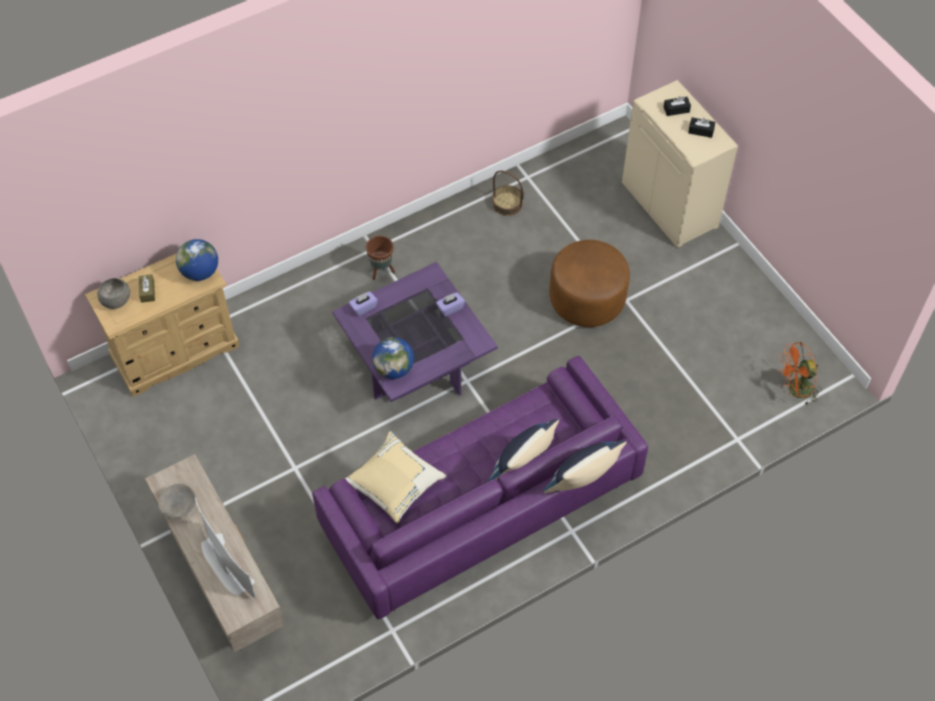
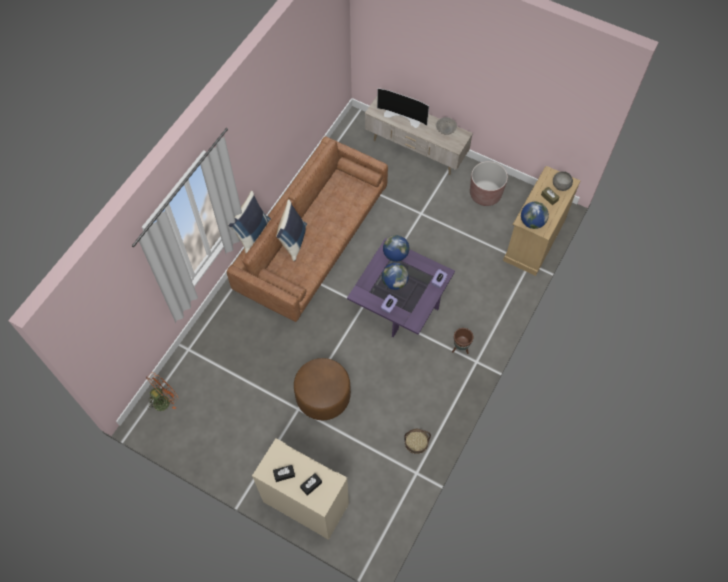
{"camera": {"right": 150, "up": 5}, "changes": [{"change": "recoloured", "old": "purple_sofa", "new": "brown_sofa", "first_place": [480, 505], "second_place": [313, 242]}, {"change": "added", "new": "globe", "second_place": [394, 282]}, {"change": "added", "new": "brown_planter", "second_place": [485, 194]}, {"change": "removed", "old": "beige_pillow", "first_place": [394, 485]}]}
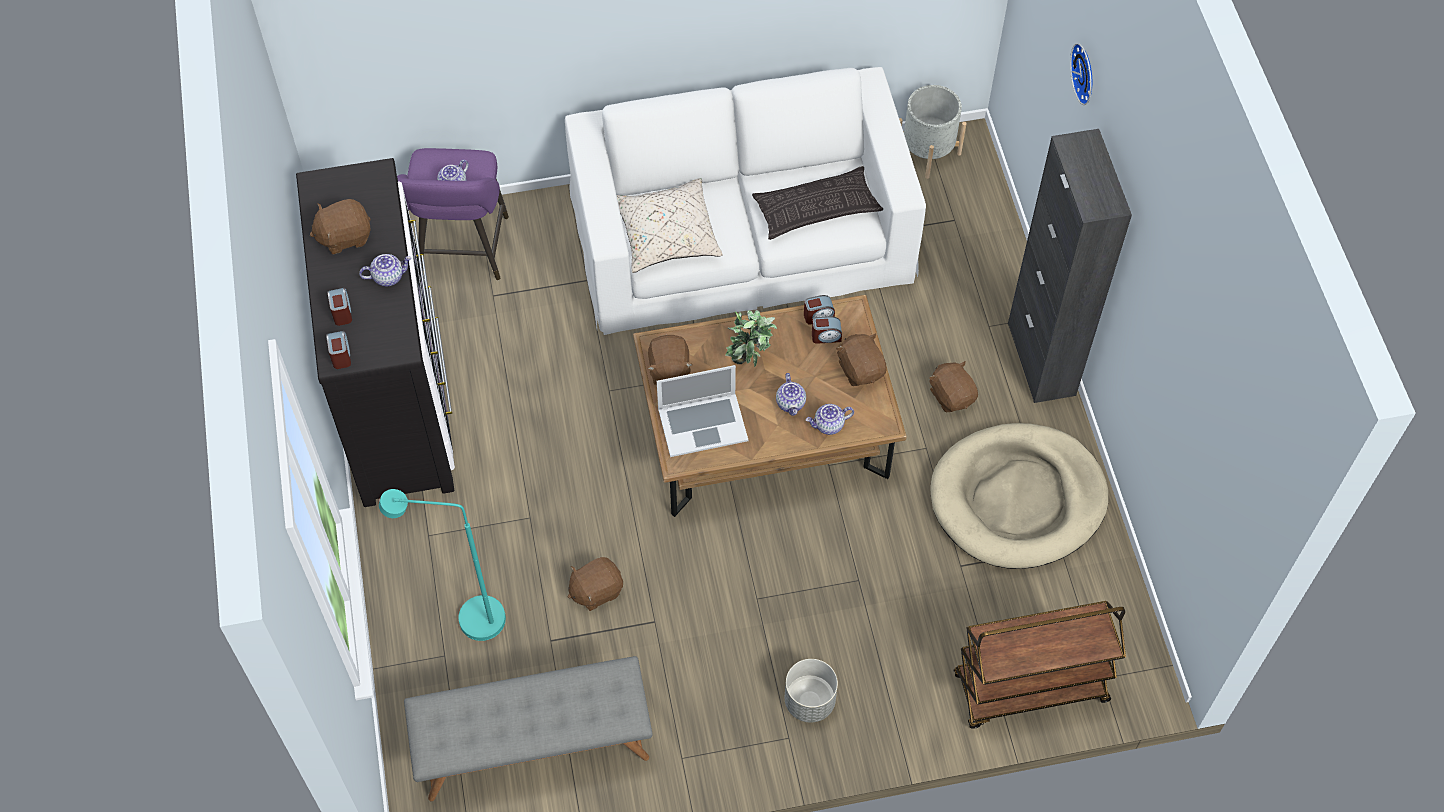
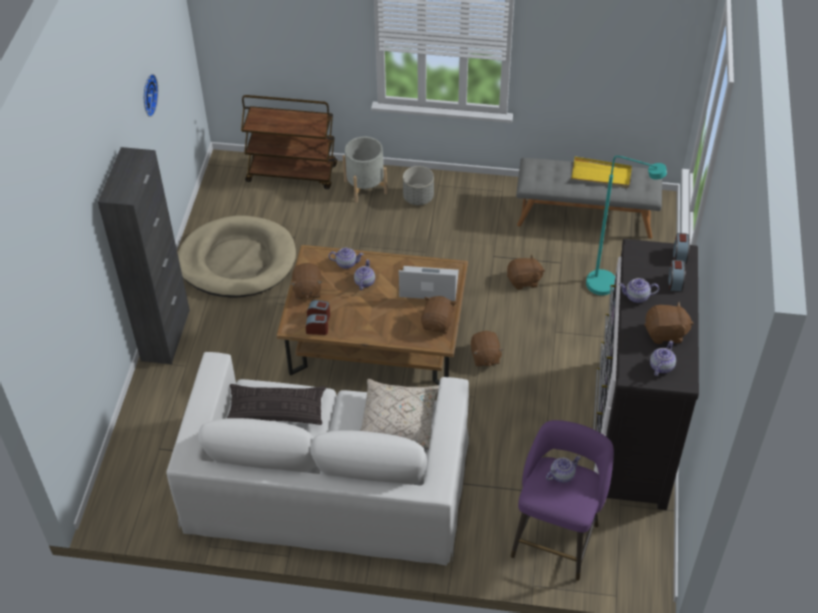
{"camera": {"right": -160, "up": -10}, "changes": [{"change": "moved", "old": "wall_clock", "first_place": [1086, 73], "second_place": [147, 95]}, {"change": "moved", "old": "grey_planter", "first_place": [927, 152], "second_place": [365, 187]}, {"change": "moved", "old": "brown_plush_toy", "first_place": [952, 395], "second_place": [485, 357]}, {"change": "added", "new": "yellow_tray", "second_place": [601, 175]}, {"change": "added", "new": "teapot", "second_place": [661, 366]}, {"change": "removed", "old": "potted_plant", "first_place": [749, 361]}]}
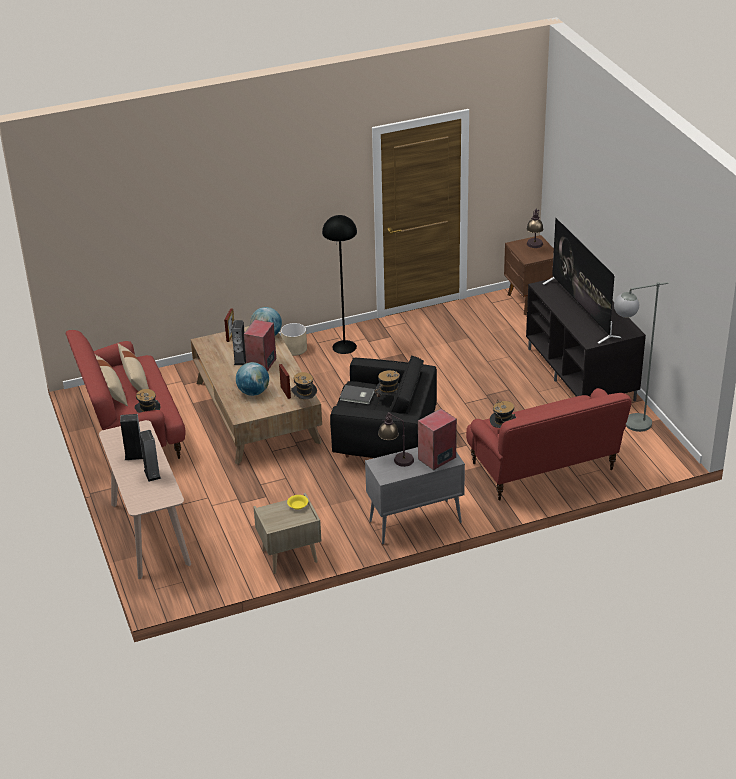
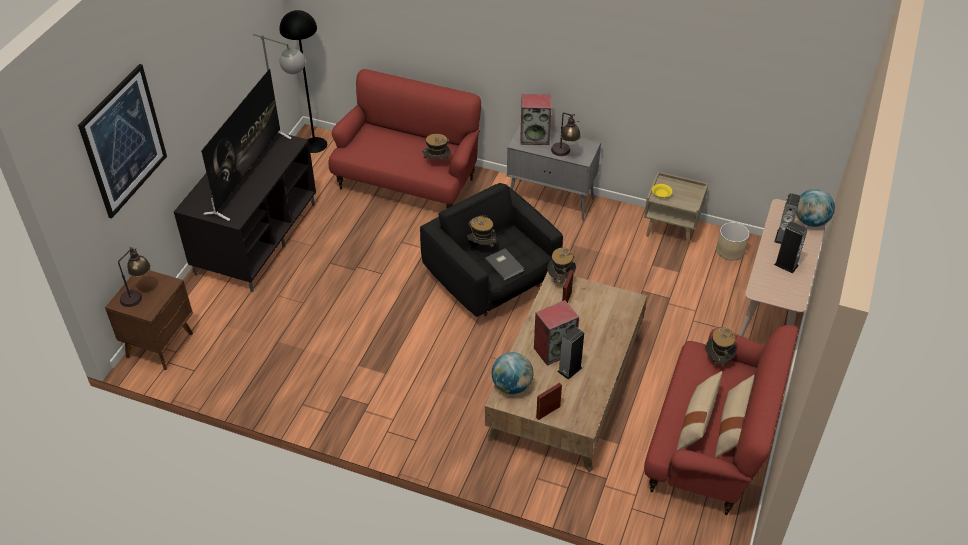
{"camera": {"right": -140, "up": 10}, "changes": [{"change": "added", "new": "picture", "second_place": [123, 141]}, {"change": "moved", "old": "black_floor_lamp", "first_place": [344, 347], "second_place": [314, 144]}, {"change": "moved", "old": "beige_planter", "first_place": [294, 349], "second_place": [730, 250]}, {"change": "moved", "old": "globe", "first_place": [253, 392], "second_place": [810, 221]}]}
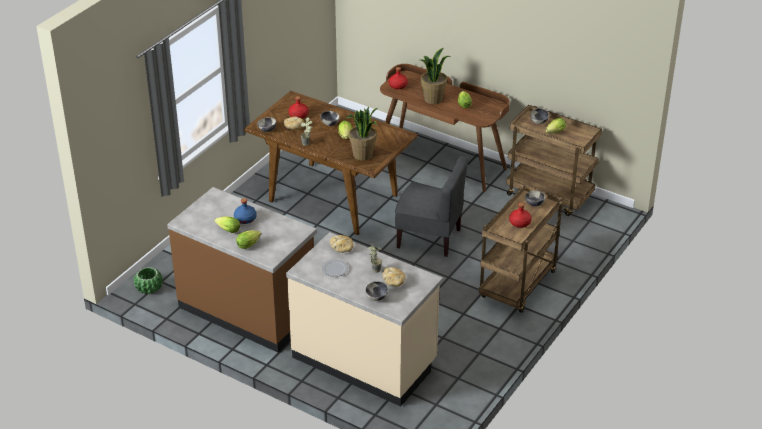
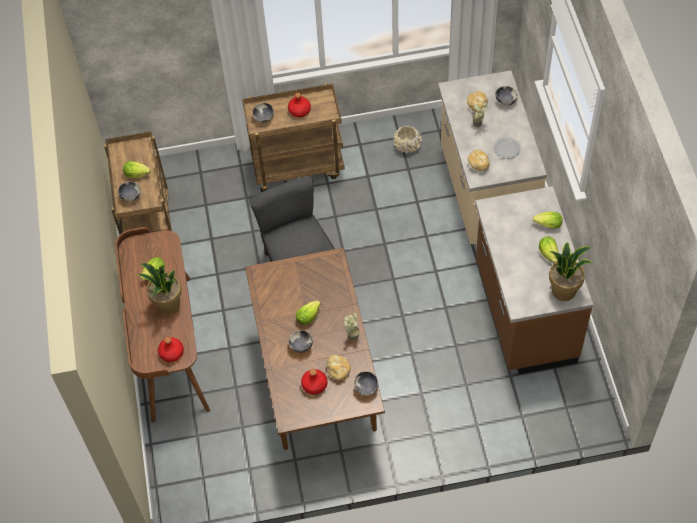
{"camera": {"right": -130, "up": 20}, "changes": [{"change": "added", "new": "beige_planter", "second_place": [407, 146]}, {"change": "moved", "old": "potted_plant", "first_place": [363, 155], "second_place": [564, 290]}, {"change": "removed", "old": "green_planter", "first_place": [149, 288]}, {"change": "removed", "old": "blue_bottle", "first_place": [245, 219]}]}
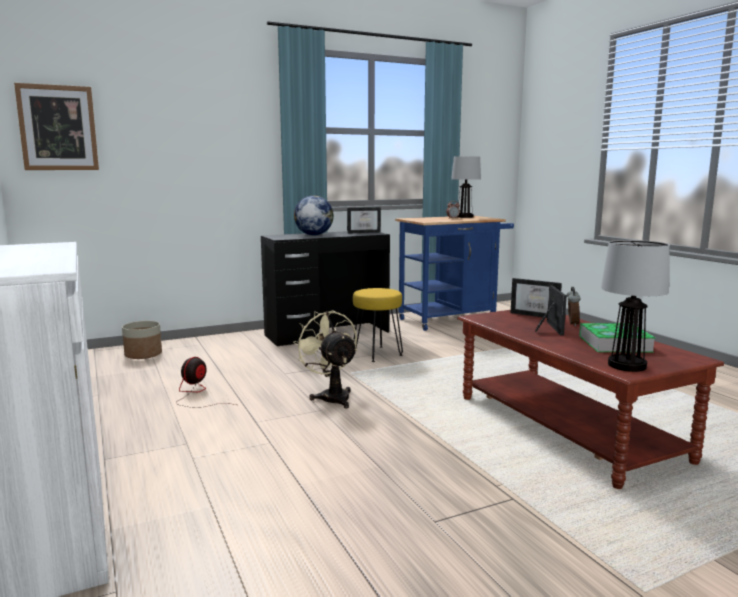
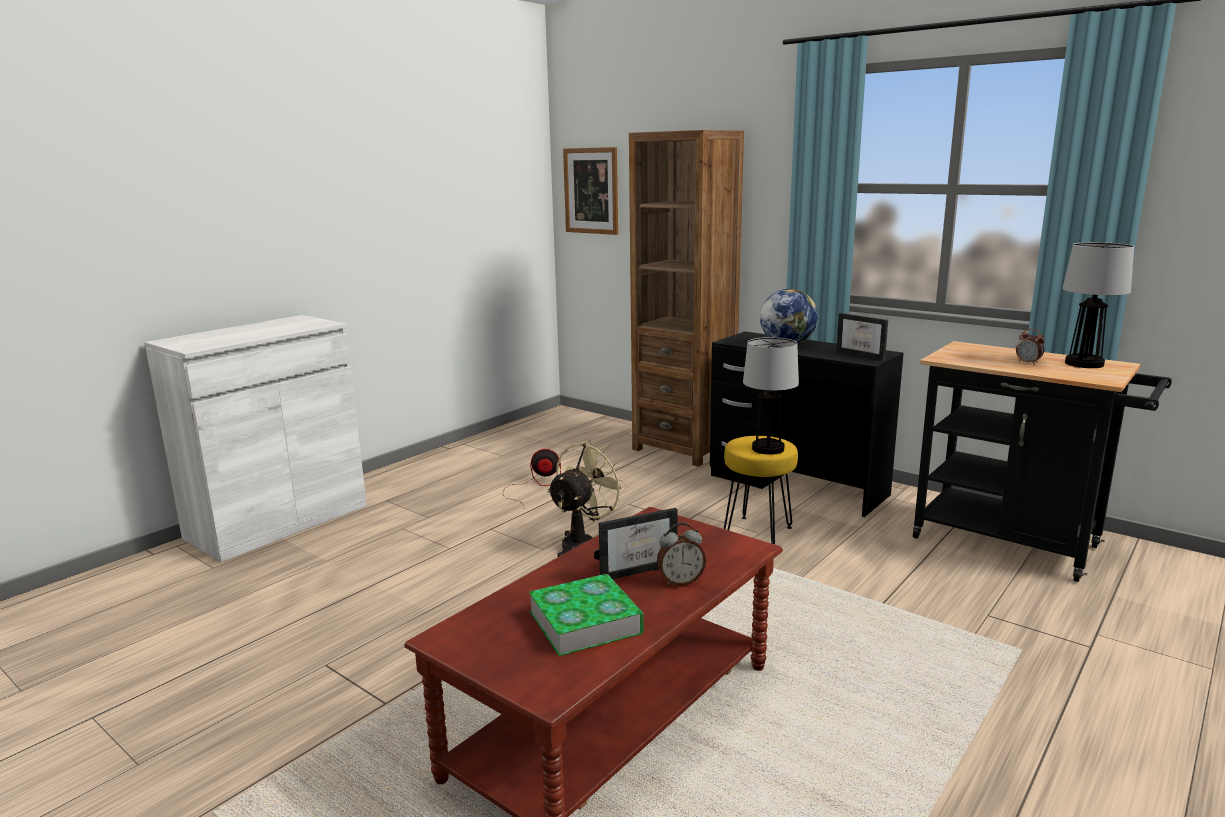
{"camera": {"right": 65, "up": 5}, "changes": [{"change": "added", "new": "brown_bookcase", "second_place": [684, 448]}, {"change": "moved", "old": "table_lamp", "first_place": [626, 365], "second_place": [767, 448]}, {"change": "recoloured", "old": "blue_cart", "new": "black_cart", "first_place": [452, 319], "second_place": [1017, 545]}, {"change": "removed", "old": "planter", "first_place": [143, 354]}, {"change": "removed", "old": "picture_frame", "first_place": [536, 315]}]}
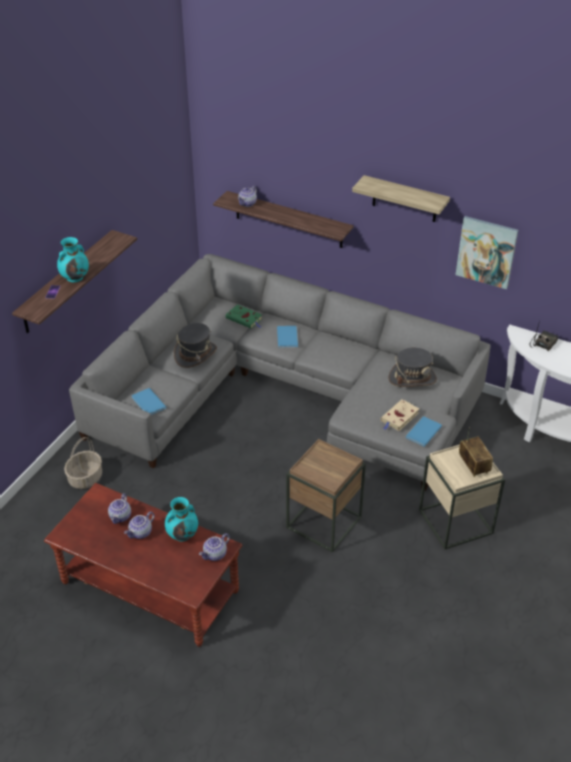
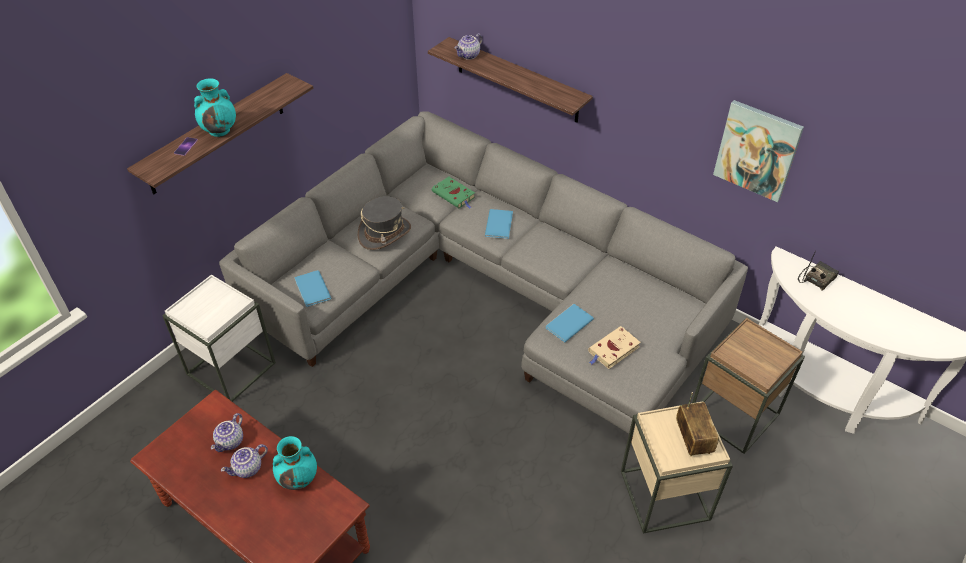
{"camera": {"right": 10, "up": 5}, "changes": [{"change": "replaced", "old": "basket", "new": "white_side_table", "first_place": [85, 478], "second_place": [231, 368]}, {"change": "moved", "old": "blue_book", "first_place": [422, 432], "second_place": [567, 323]}, {"change": "moved", "old": "brown_side_table", "first_place": [324, 522], "second_place": [734, 414]}, {"change": "removed", "old": "teapot", "first_place": [215, 555]}, {"change": "removed", "old": "shelf", "first_place": [405, 199]}, {"change": "removed", "old": "grey_hat", "first_place": [412, 378]}]}
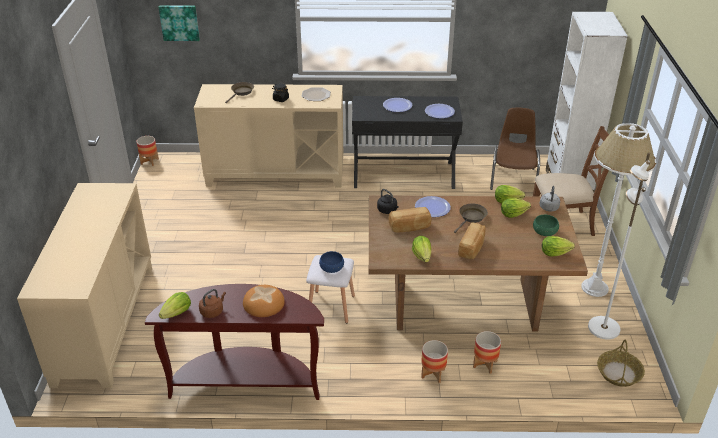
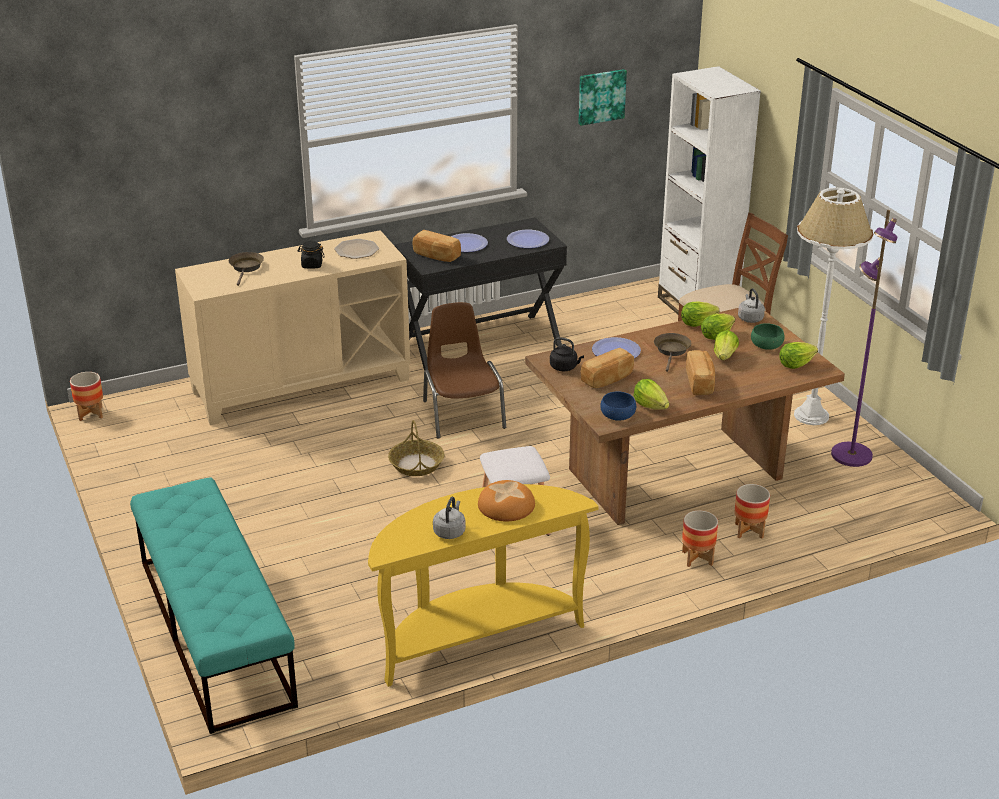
{"camera": {"right": -25, "up": -5}, "changes": [{"change": "replaced", "old": "beige_cabinet", "new": "turquoise_bench", "first_place": [104, 323], "second_place": [215, 630]}, {"change": "recoloured", "old": "brown_console_table", "new": "yellow_console_table", "first_place": [246, 382], "second_place": [476, 636]}, {"change": "moved", "old": "basket", "first_place": [618, 373], "second_place": [416, 464]}, {"change": "added", "new": "bread", "second_place": [436, 256]}, {"change": "moved", "old": "brown_chair", "first_place": [513, 178], "second_place": [462, 414]}, {"change": "recoloured", "old": "brown_kettle", "new": "grey_kettle", "first_place": [213, 311], "second_place": [450, 531]}, {"change": "moved", "old": "picture", "first_place": [179, 22], "second_place": [601, 96]}, {"change": "moved", "old": "blue_bowl", "first_place": [331, 267], "second_place": [617, 415]}, {"change": "moved", "old": "lettuce", "first_place": [177, 313], "second_place": [724, 356]}, {"change": "recoloured", "old": "white_floor_lamp", "new": "purple_floor_lamp", "first_place": [603, 328], "second_place": [850, 455]}]}
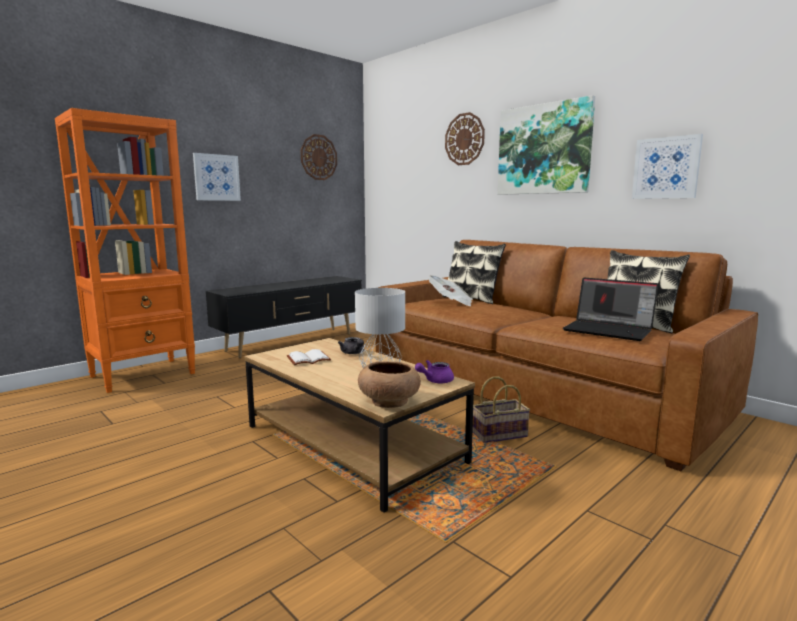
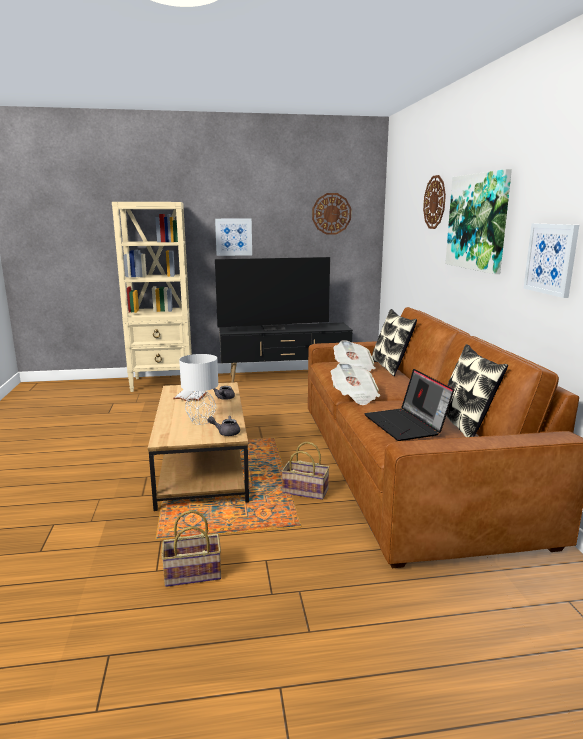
{"camera": {"right": 35, "up": 5}, "changes": [{"change": "recoloured", "old": "orange_bookcase", "new": "beige_bookcase", "first_place": [144, 375], "second_place": [163, 383]}, {"change": "added", "new": "basket", "second_place": [191, 575]}, {"change": "recoloured", "old": "purple_teapot", "new": "grey_teapot", "first_place": [435, 381], "second_place": [226, 432]}, {"change": "added", "new": "television", "second_place": [273, 328]}, {"change": "added", "new": "newspaper", "second_place": [354, 396]}, {"change": "removed", "old": "brown_bowl", "first_place": [389, 401]}]}
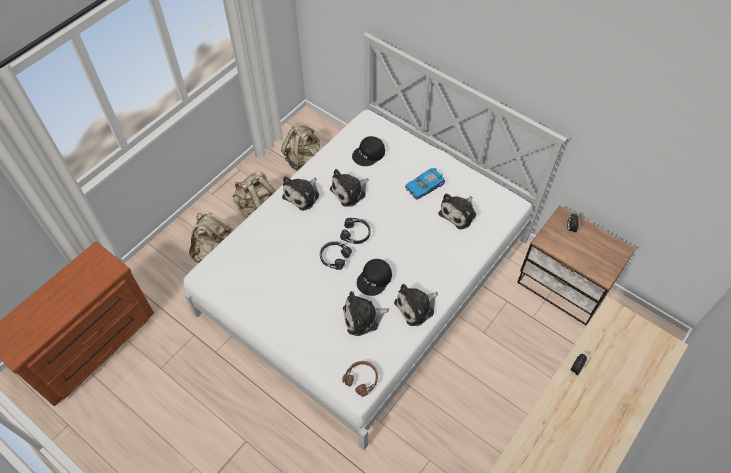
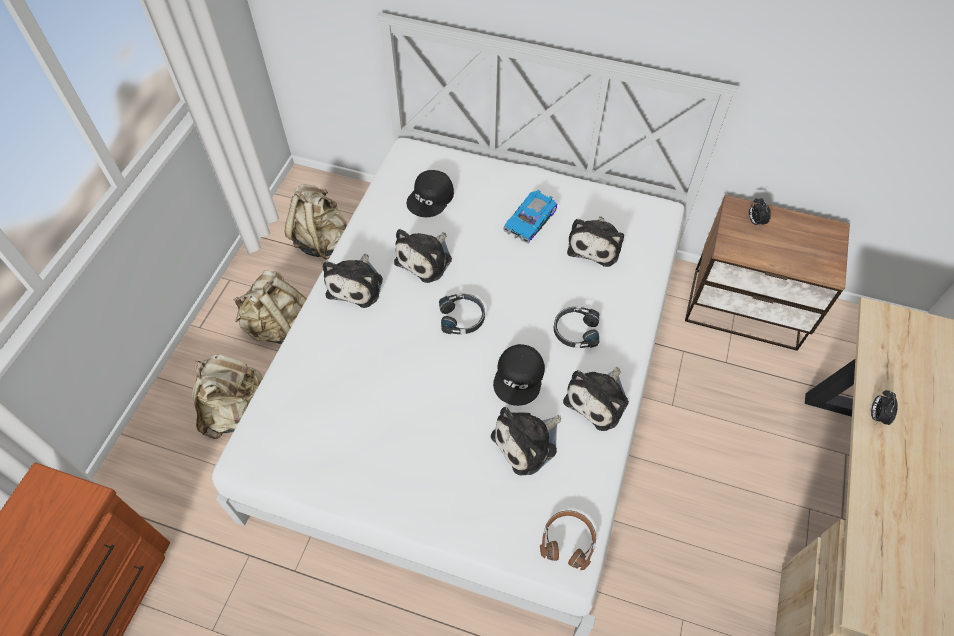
{"camera": {"right": -20, "up": 0}, "changes": [{"change": "moved", "old": "black_headphones", "first_place": [334, 257], "second_place": [575, 331]}]}
